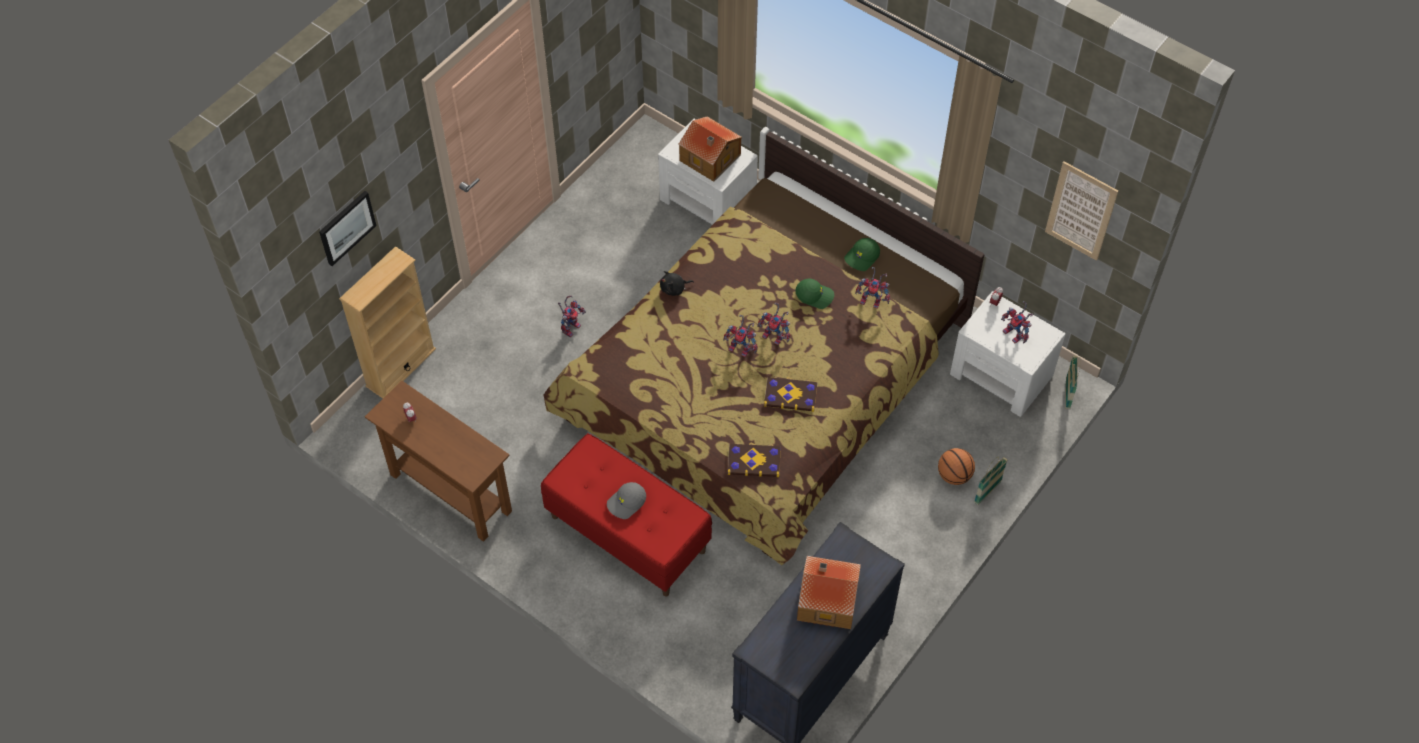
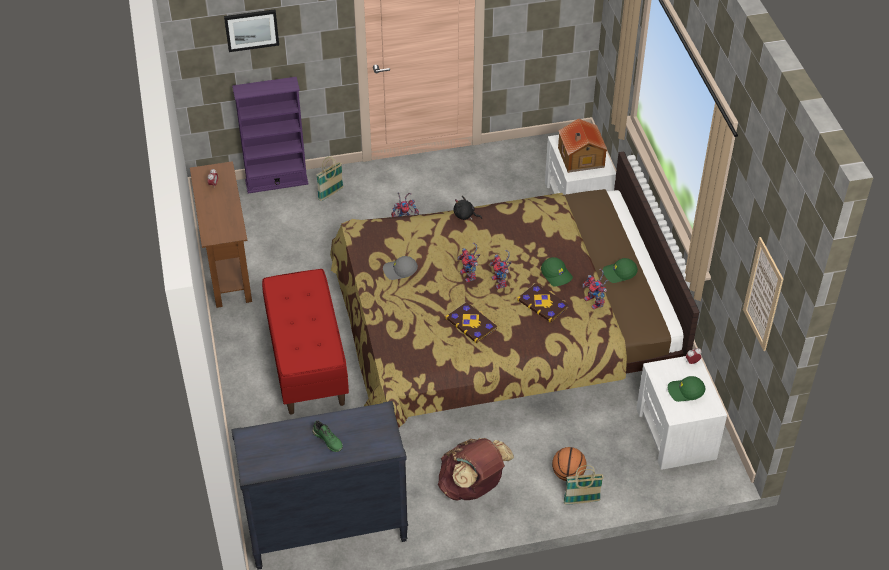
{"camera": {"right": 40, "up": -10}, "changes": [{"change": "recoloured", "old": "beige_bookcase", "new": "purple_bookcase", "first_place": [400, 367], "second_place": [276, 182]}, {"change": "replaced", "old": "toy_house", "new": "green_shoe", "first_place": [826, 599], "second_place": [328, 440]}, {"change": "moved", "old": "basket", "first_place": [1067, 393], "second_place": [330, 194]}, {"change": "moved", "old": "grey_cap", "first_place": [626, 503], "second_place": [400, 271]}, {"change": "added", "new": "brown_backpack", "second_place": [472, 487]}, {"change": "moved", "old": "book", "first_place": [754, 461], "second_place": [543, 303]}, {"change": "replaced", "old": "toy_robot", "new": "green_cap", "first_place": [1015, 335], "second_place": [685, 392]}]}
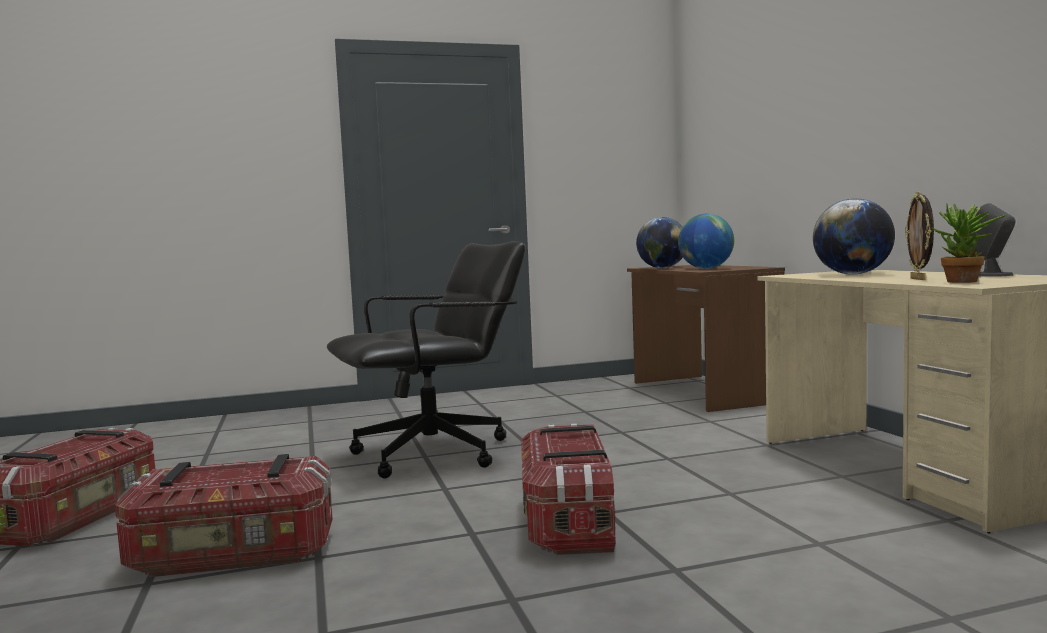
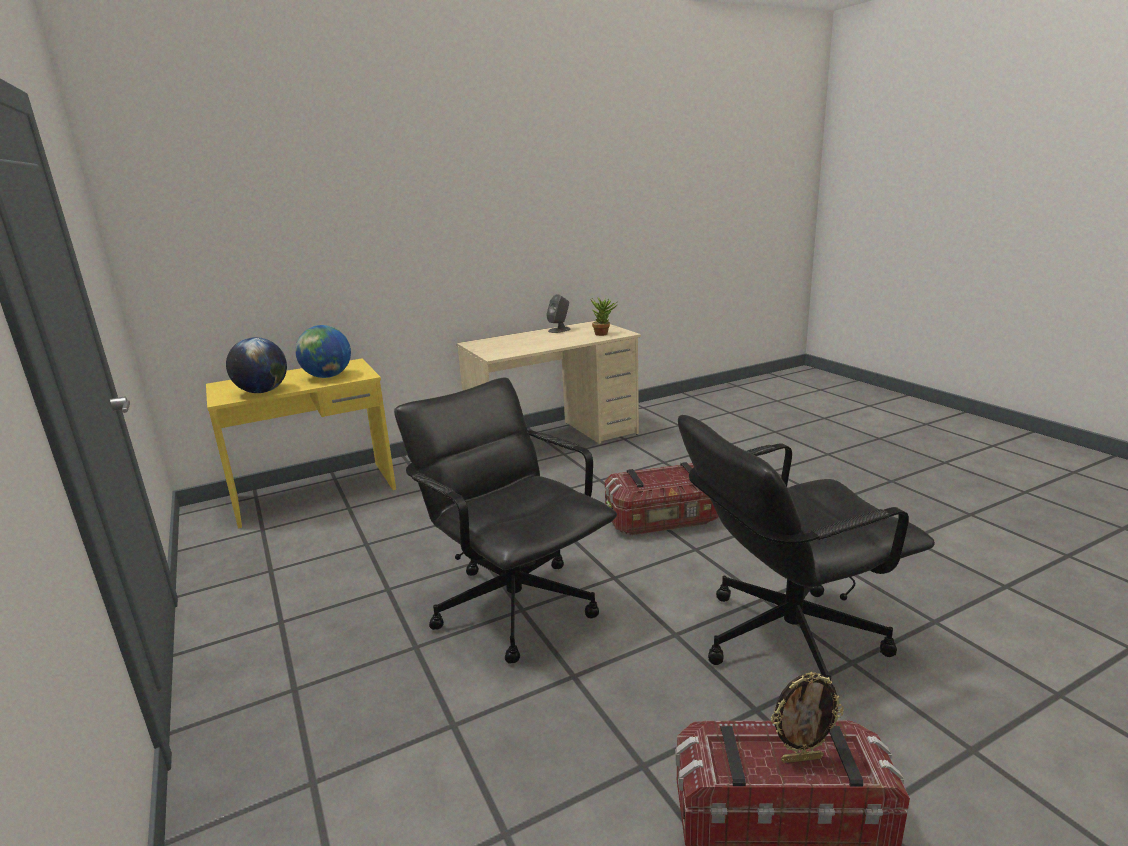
{"camera": {"right": -100, "up": 15}, "changes": [{"change": "recoloured", "old": "brown_desk", "new": "yellow_desk", "first_place": [702, 392], "second_place": [315, 493]}, {"change": "replaced", "old": "storage_box", "new": "black_office_chair", "first_place": [233, 556], "second_place": [787, 639]}, {"change": "moved", "old": "picture_frame", "first_place": [919, 279], "second_place": [801, 758]}, {"change": "removed", "old": "globe", "first_place": [853, 274]}]}
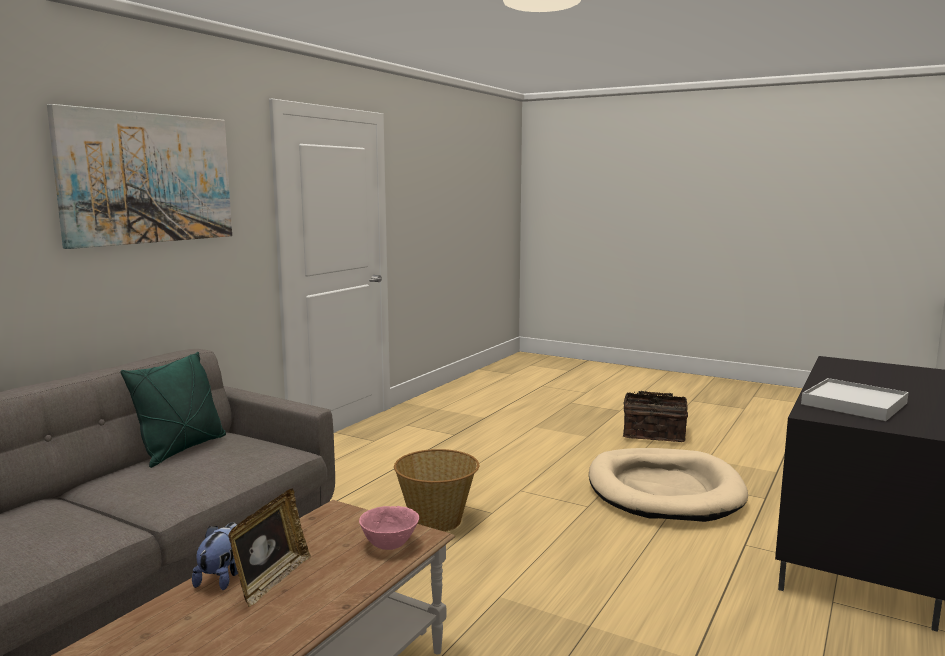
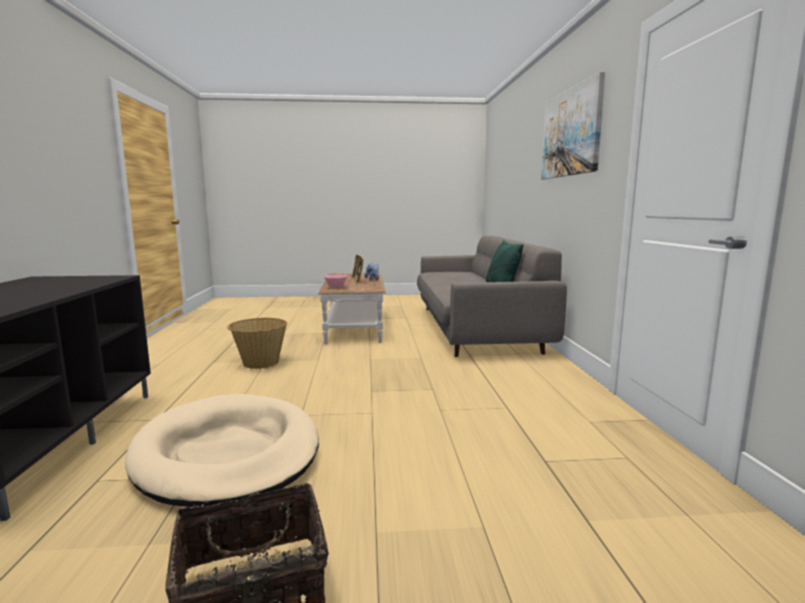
{"camera": {"right": 145, "up": 0}, "changes": [{"change": "moved", "old": "basket", "first_place": [437, 520], "second_place": [260, 363]}, {"change": "removed", "old": "white_tray", "first_place": [853, 403]}]}
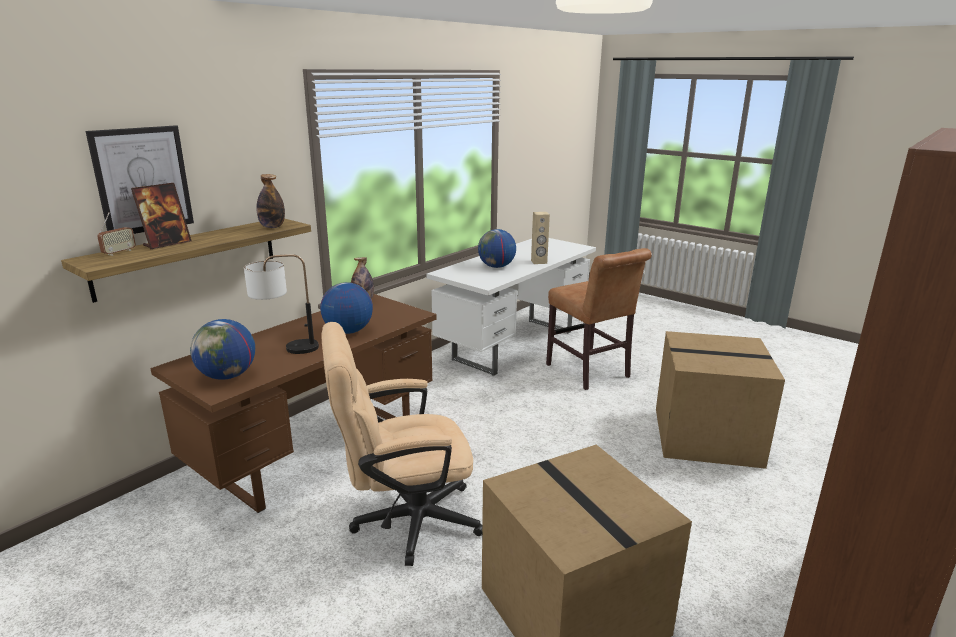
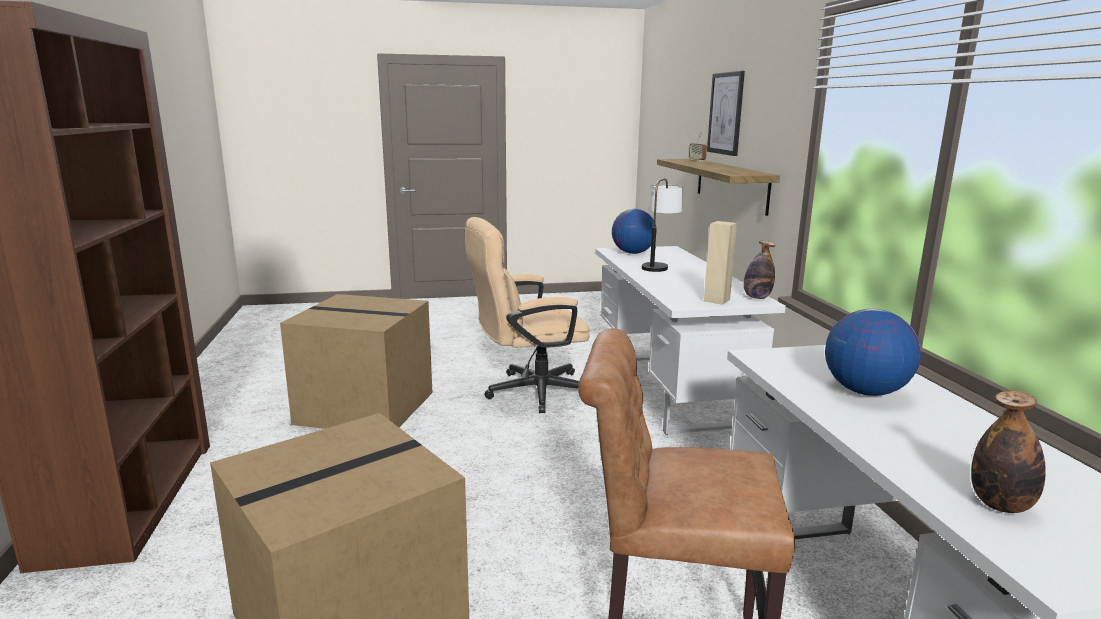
{"camera": {"right": 130, "up": -5}, "changes": [{"change": "turned", "old": "beige_office_chair", "first_place": [404, 522], "second_place": [529, 392], "degrees": -135}, {"change": "recoloured", "old": "brown_desk", "new": "white_desk", "first_place": [319, 451], "second_place": [668, 390]}, {"change": "moved", "old": "beige_speaker", "first_place": [539, 262], "second_place": [716, 300]}, {"change": "moved", "old": "bottle", "first_place": [272, 227], "second_place": [1000, 505]}, {"change": "removed", "old": "picture_frame", "first_place": [167, 244]}, {"change": "removed", "old": "globe", "first_place": [348, 331]}]}
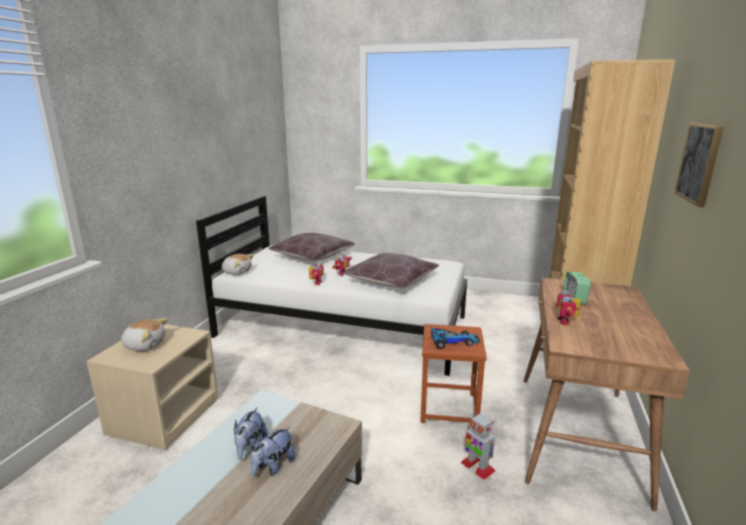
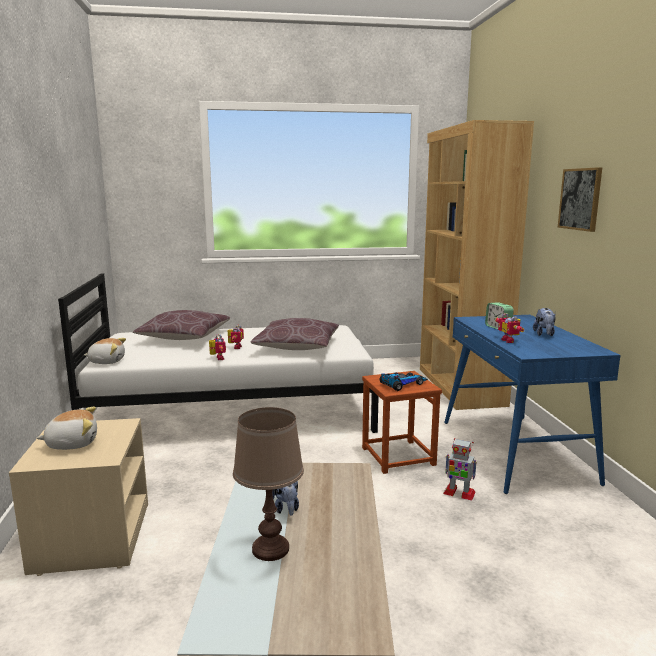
{"camera": {"right": -25, "up": -5}, "changes": [{"change": "added", "new": "brown_table_lamp", "second_place": [270, 548]}, {"change": "recoloured", "old": "brown_desk", "new": "blue_desk", "first_place": [578, 435], "second_place": [516, 451]}, {"change": "moved", "old": "plush_toy", "first_place": [273, 466], "second_place": [544, 334]}]}
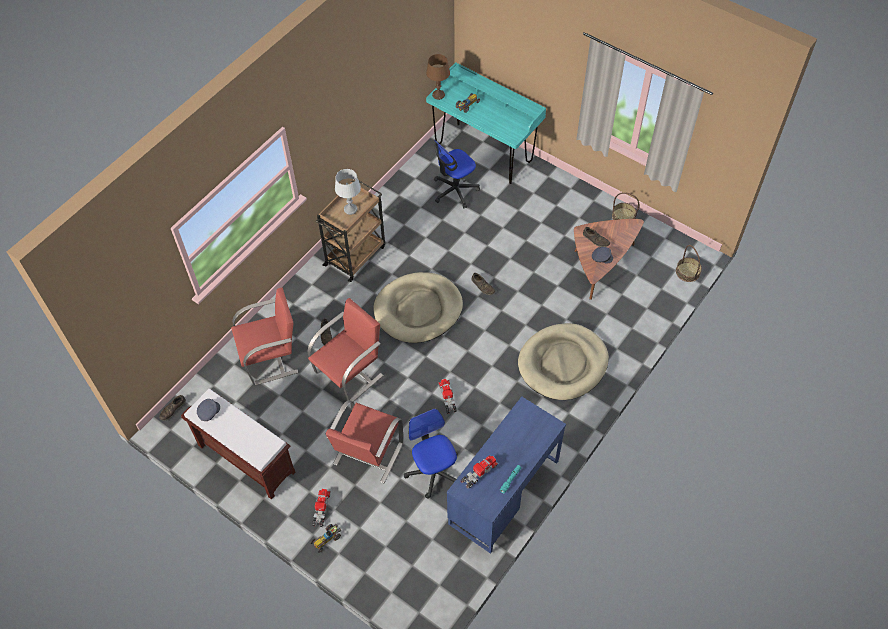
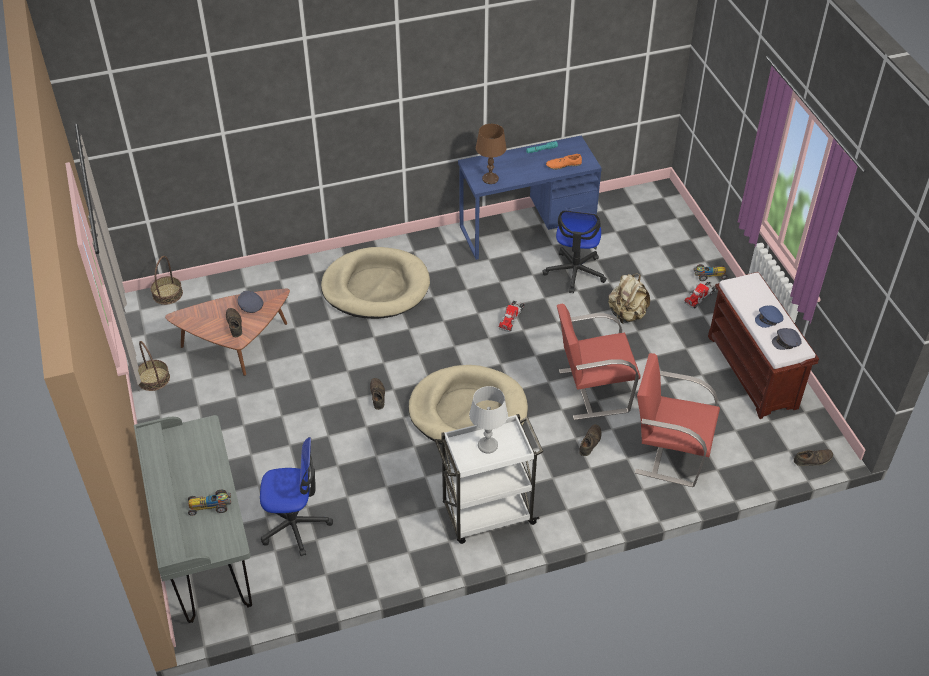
{"camera": {"right": -145, "up": -10}, "changes": [{"change": "recoloured", "old": "turquoise_desk", "new": "grey_desk", "first_place": [484, 153], "second_place": [207, 554]}, {"change": "recoloured", "old": "brown_cart", "new": "white_cart", "first_place": [355, 255], "second_place": [487, 514]}, {"change": "moved", "old": "brown_table_lamp", "first_place": [438, 95], "second_place": [490, 179]}, {"change": "replaced", "old": "toy_truck", "new": "orange_shoe", "first_place": [479, 473], "second_place": [563, 165]}, {"change": "replaced", "old": "red_chair", "new": "beige_backpack", "first_place": [367, 454], "second_place": [627, 314]}, {"change": "added", "new": "blue_cap", "second_place": [769, 319]}]}
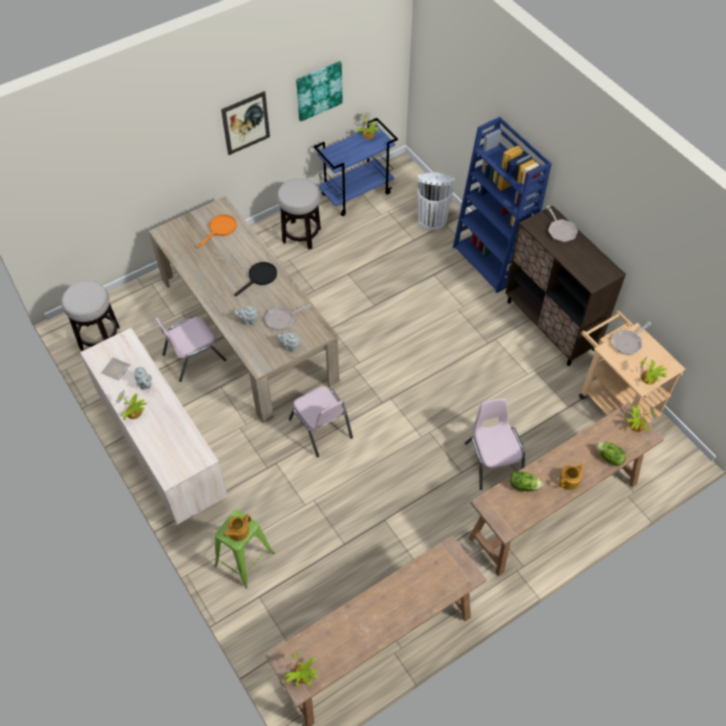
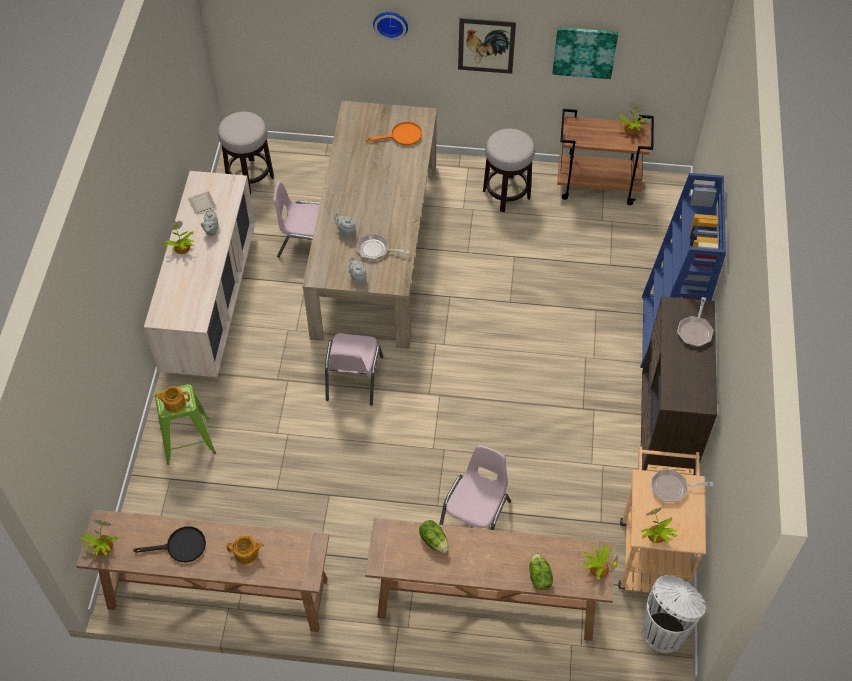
{"camera": {"right": 40, "up": 0}, "changes": [{"change": "moved", "old": "black_frying_pan", "first_place": [260, 277], "second_place": [180, 547]}, {"change": "moved", "old": "teapot", "first_place": [569, 481], "second_place": [247, 554]}, {"change": "added", "new": "wall_clock", "second_place": [391, 23]}, {"change": "recoloured", "old": "blue_cart", "new": "brown_cart", "first_place": [356, 193], "second_place": [598, 186]}, {"change": "moved", "old": "white_trash_can", "first_place": [432, 218], "second_place": [664, 631]}]}
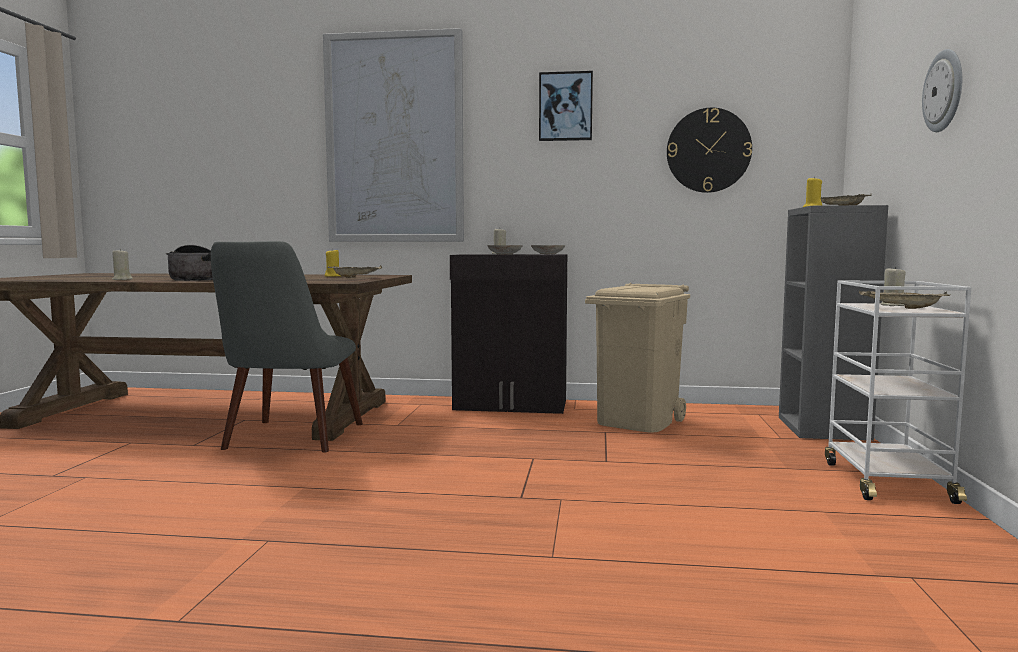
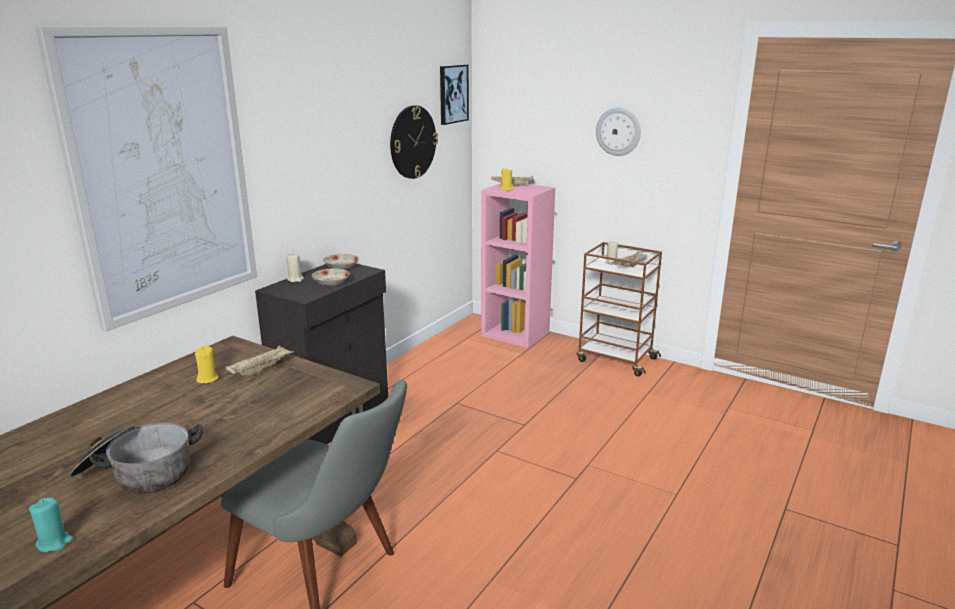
{"camera": {"right": -65, "up": 15}, "changes": [{"change": "recoloured", "old": "beige_candle", "new": "turquoise_candle", "first_place": [122, 279], "second_place": [54, 542]}, {"change": "moved", "old": "picture", "first_place": [565, 106], "second_place": [453, 94]}, {"change": "recoloured", "old": "grey_bookcase", "new": "pink_bookcase", "first_place": [824, 428], "second_place": [516, 334]}, {"change": "recoloured", "old": "white_cart", "new": "brown_cart", "first_place": [886, 481], "second_place": [615, 359]}, {"change": "removed", "old": "beige_trash_can", "first_place": [638, 421]}]}
